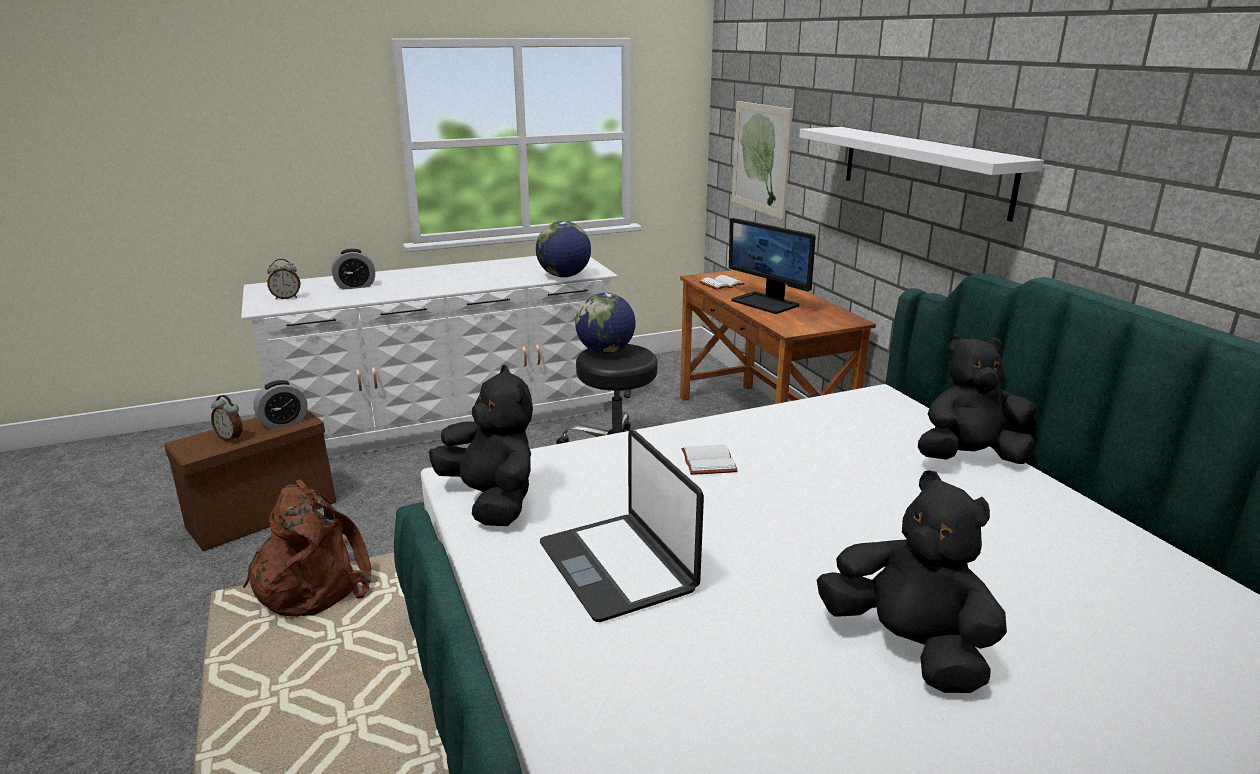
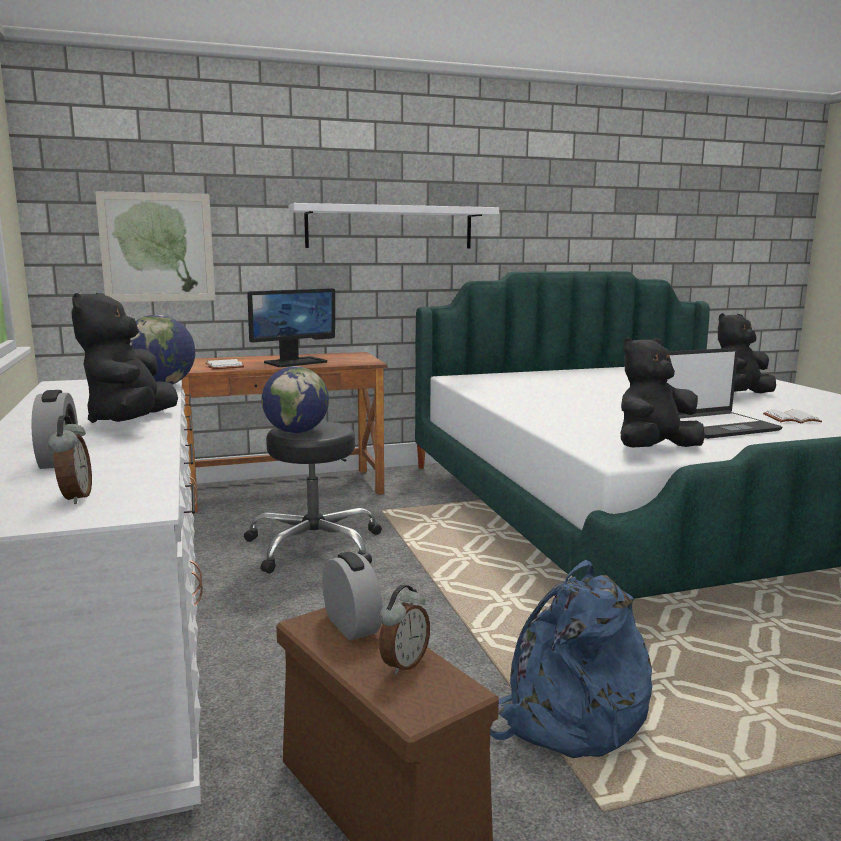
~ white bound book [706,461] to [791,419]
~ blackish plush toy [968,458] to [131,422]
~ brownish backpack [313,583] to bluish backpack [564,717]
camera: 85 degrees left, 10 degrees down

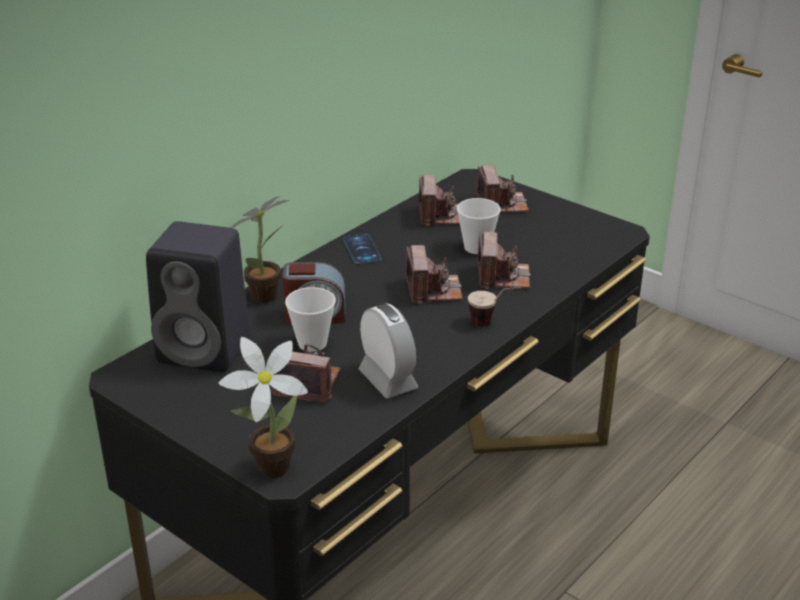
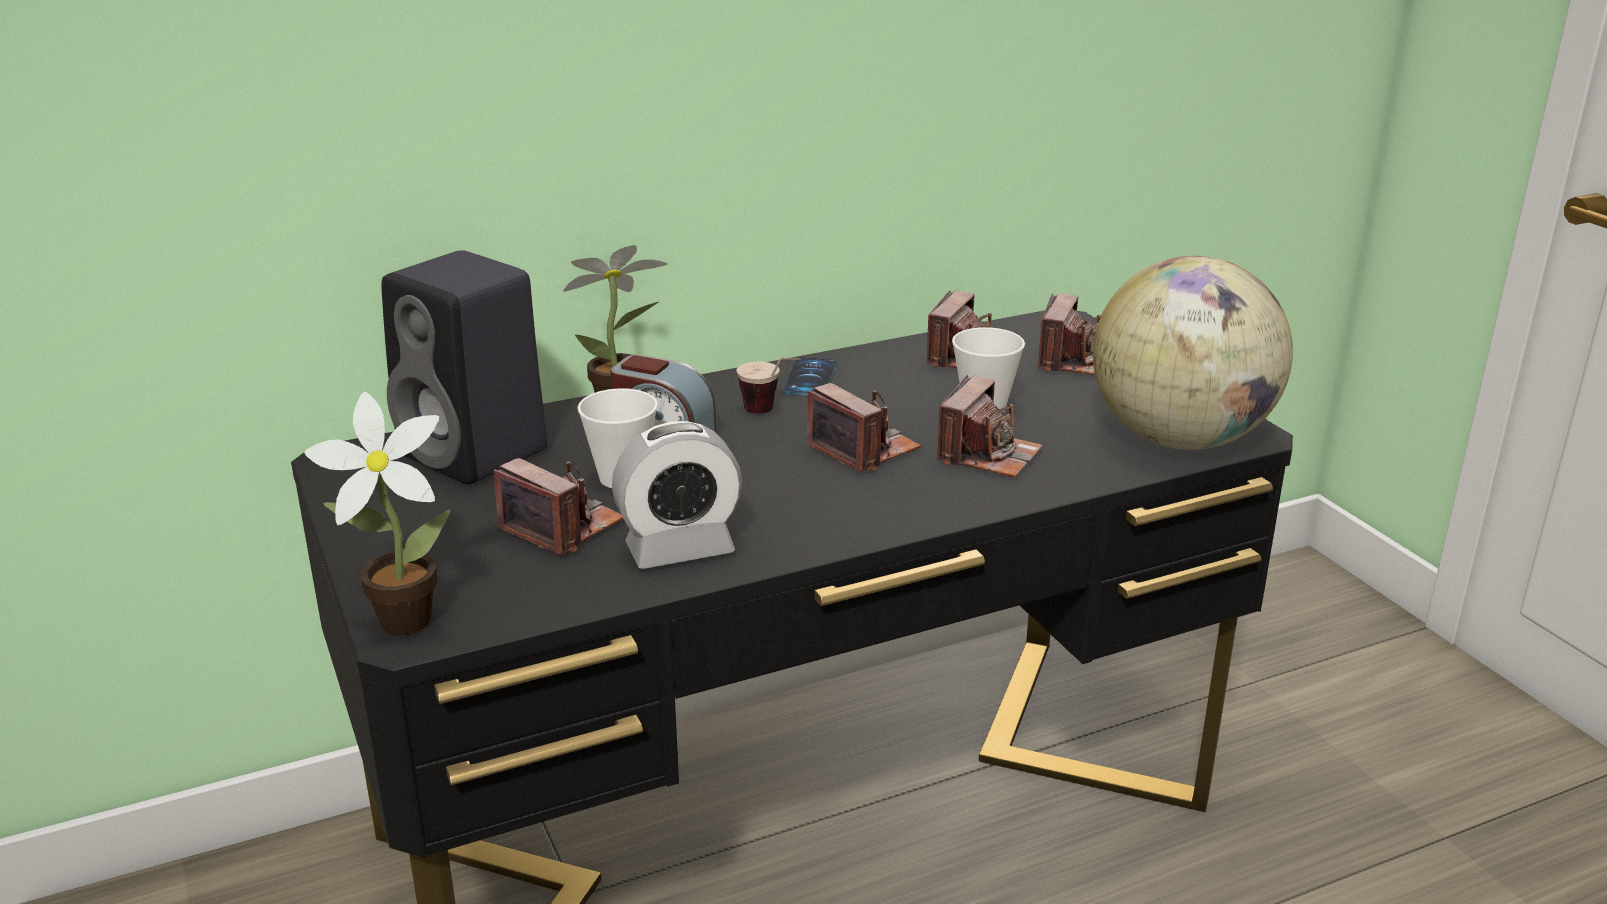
+ globe [1180,439]
~ drinking cup [492,324] to [771,413]
~ bedside clock [388,380] = [680,549] 75 degrees clockwise
~ photo camera [433,290] = [863,449] 60 degrees counterclockwise
camera: 25 degrees right, 5 degrees down

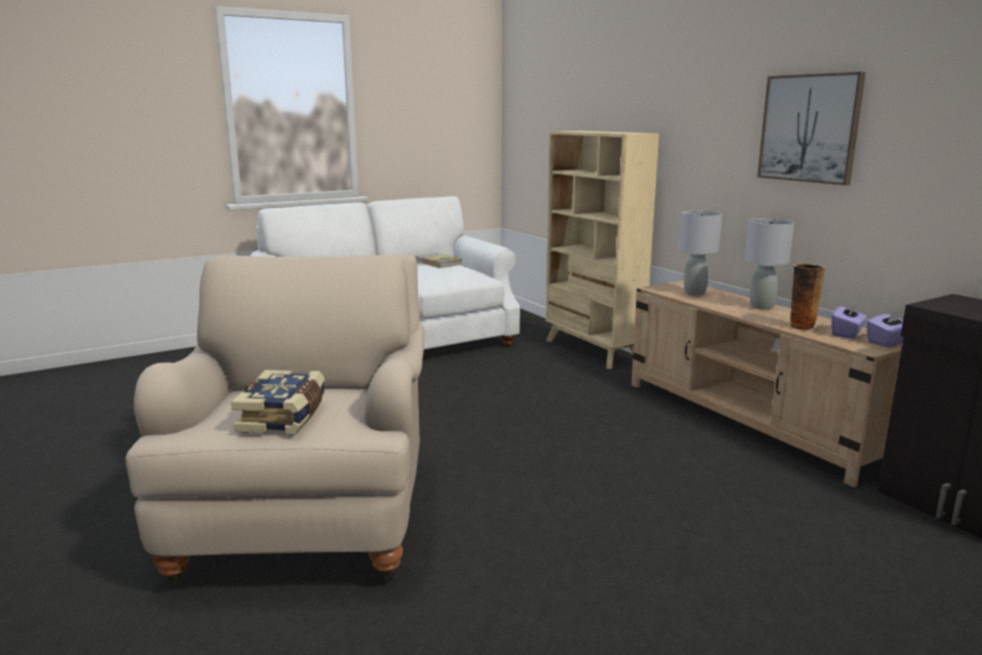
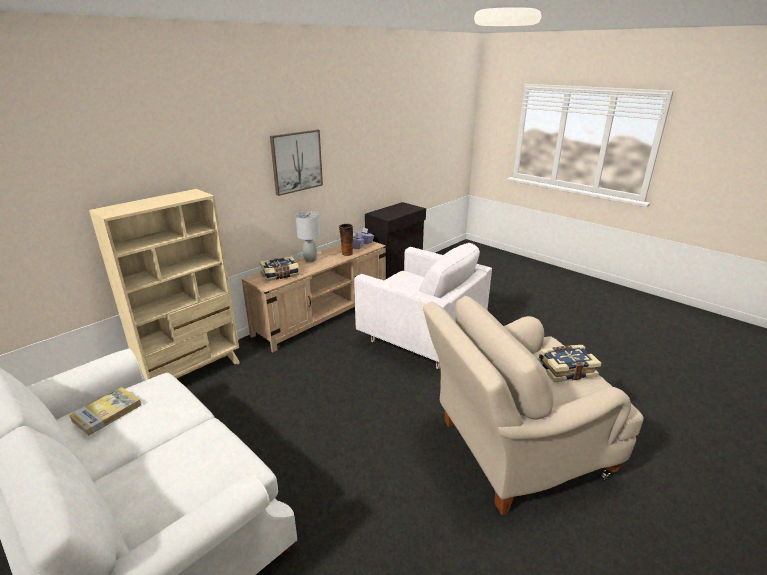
+ white lounge chair [420,339]
~ greyish table lamp [695,293] to bound book [280,275]
camera: 105 degrees left, 10 degrees up

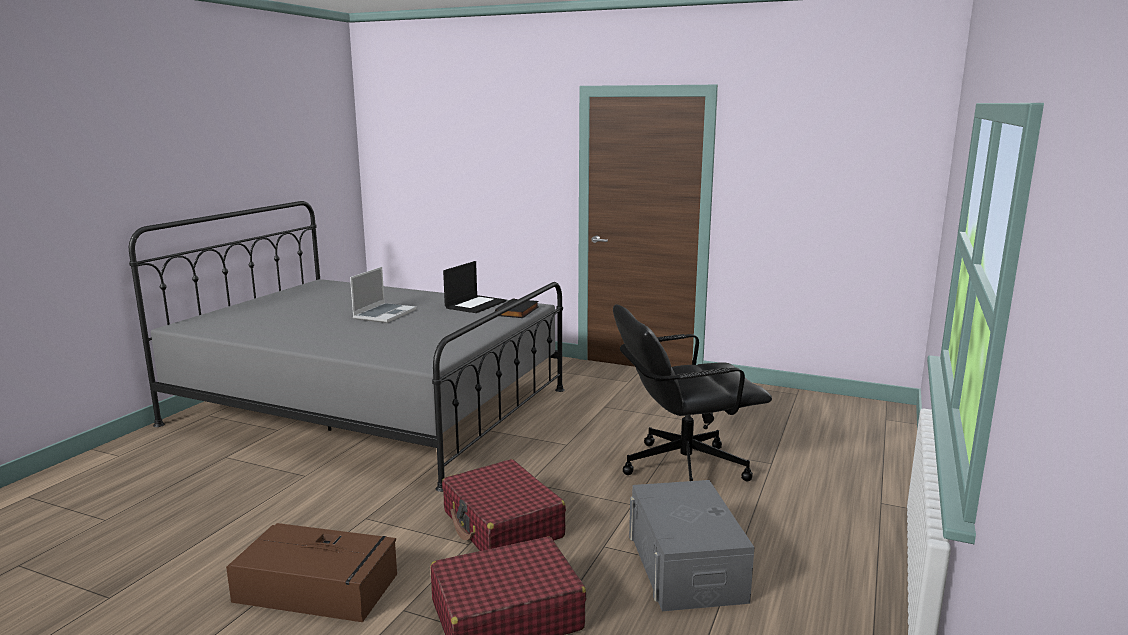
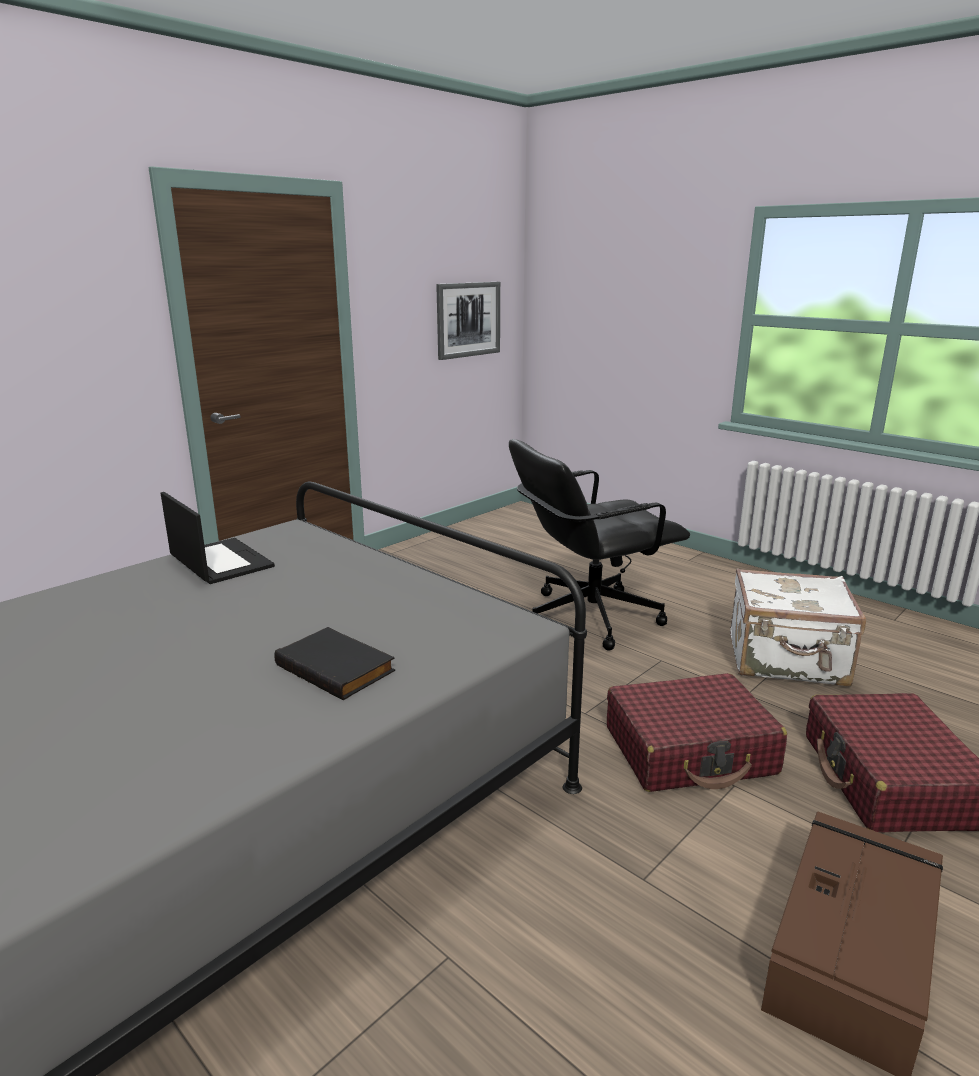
- notebook computer [384,314]
+ wall art [468,319]
~ blackish bound book [518,311] to [337,667]
~ greyish storage box [686,566] to white travel case [787,660]
~ blackish office chair [683,467] = [590,617] 60 degrees clockwise
camera: 70 degrees left, 5 degrees up

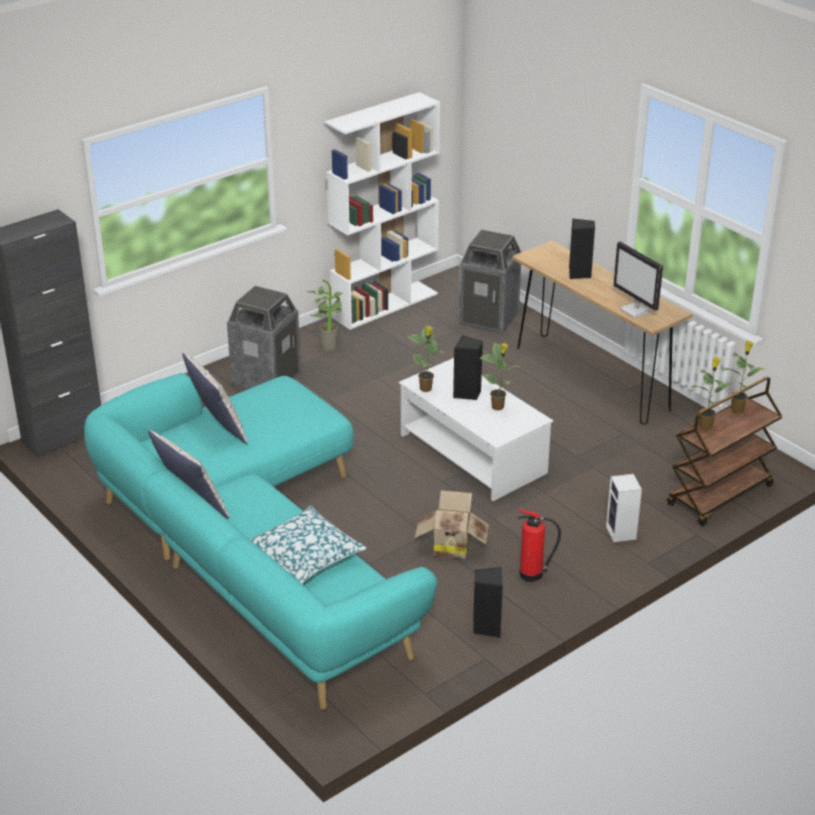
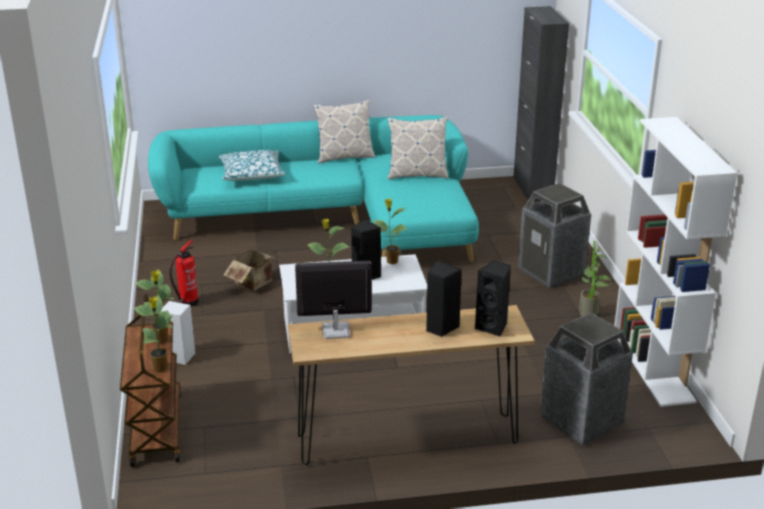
~ blackish audio speaker [486,627] to [493,327]
camera: 120 degrees right, 5 degrees down

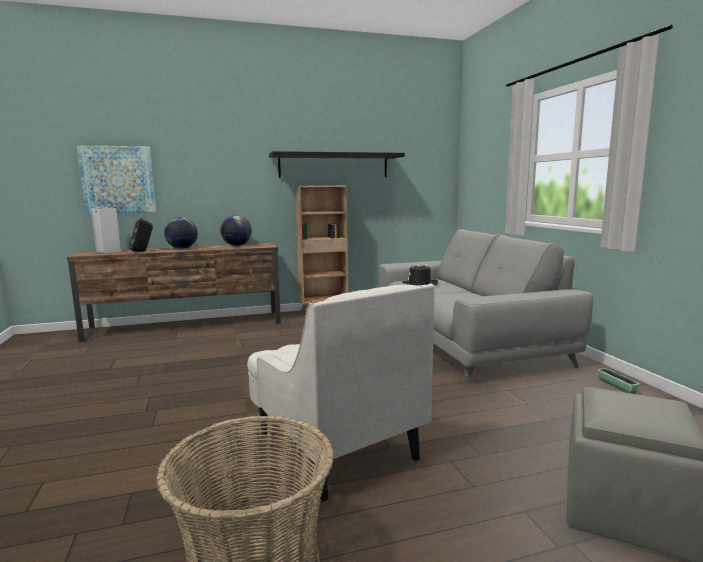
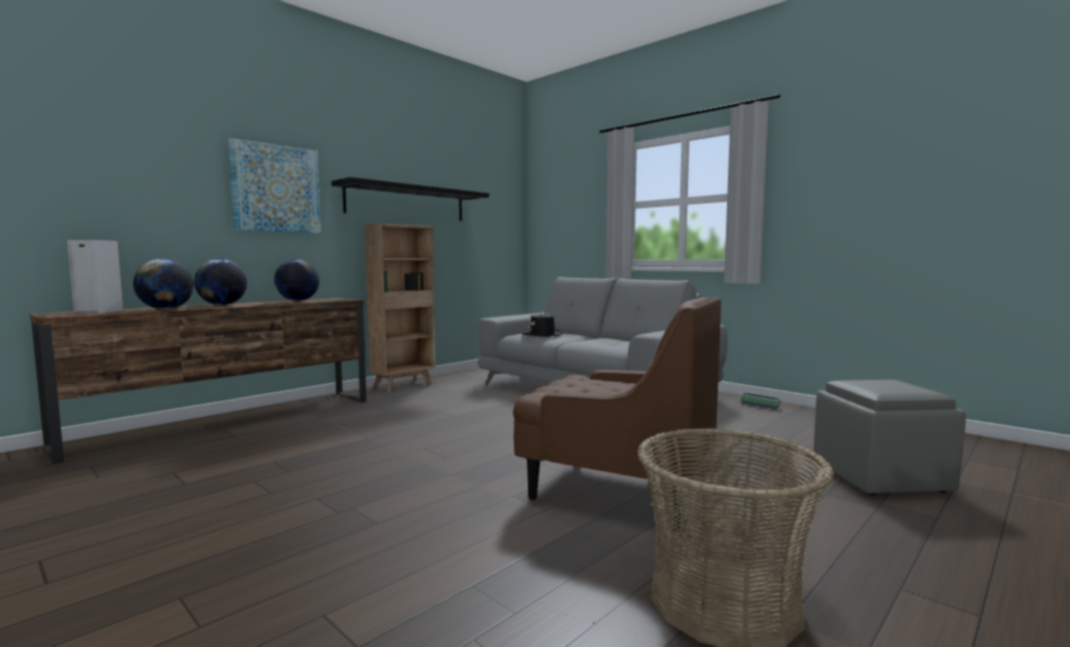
~ wall art [118,179] to [276,188]
~ blackish audio speaker [142,251] to globe [166,309]
~ white lounge chair [335,445] to brownish lounge chair [617,490]
camera: 30 degrees left, 5 degrees down

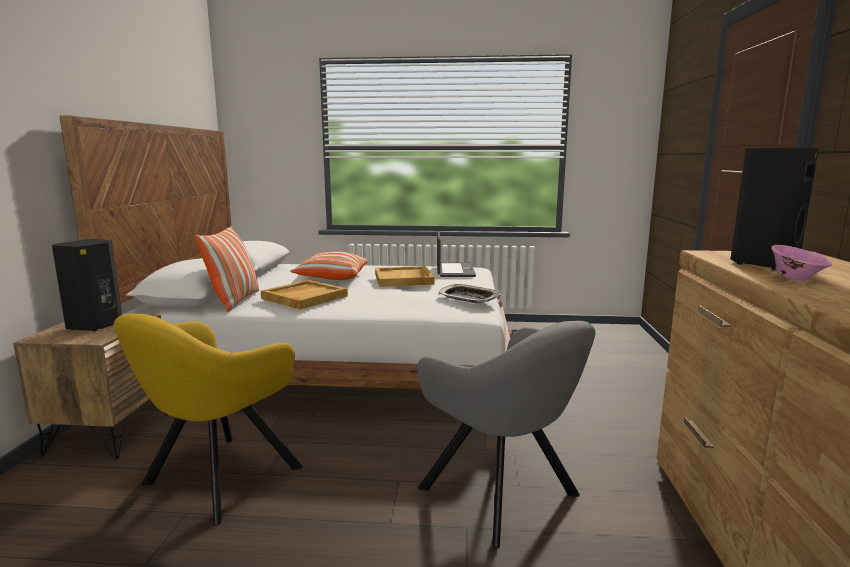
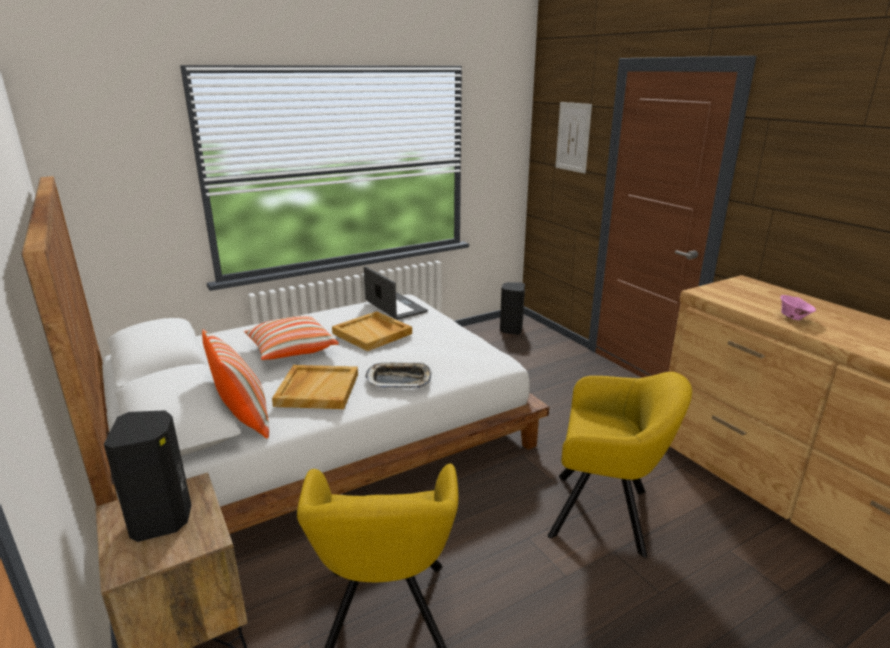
+ wall art [573,137]
~ tray [469,298] to [399,380]
~ blackish audio speaker [762,264] to [511,330]
~ greyish lounge chair [504,496] to yellow lounge chair [607,514]
camera: 35 degrees left, 10 degrees up

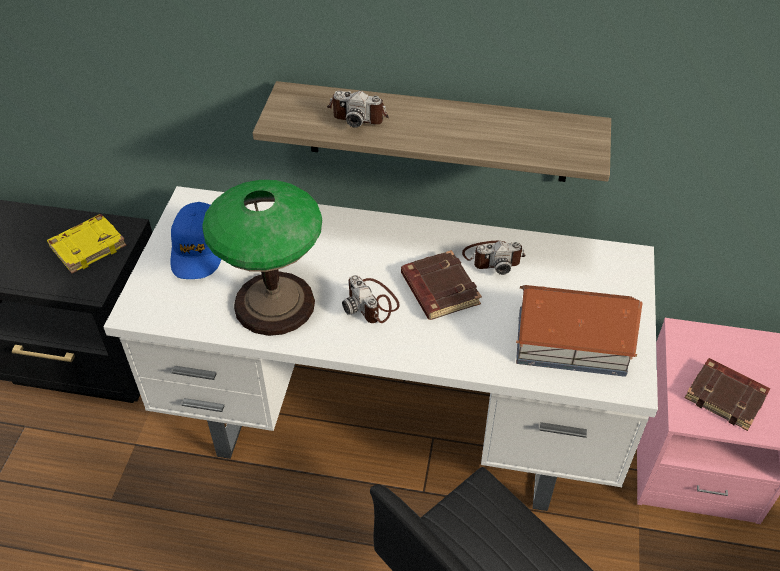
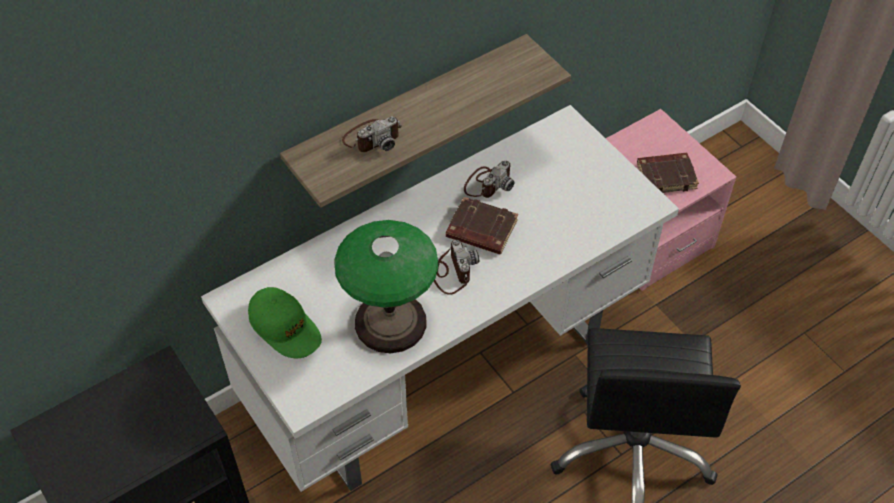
- yellow bound book [88,246]
- toy house [572,343]
~ bluish baseball cap [198,249] to greenish baseball cap [285,328]
~ photo camera [372,303] = [451,272] 120 degrees counterclockwise
camera: 45 degrees left, 5 degrees up

